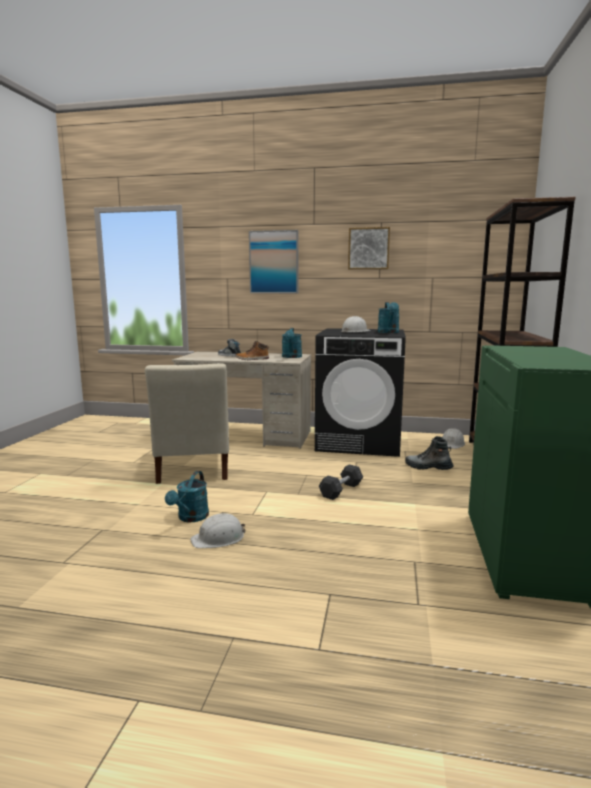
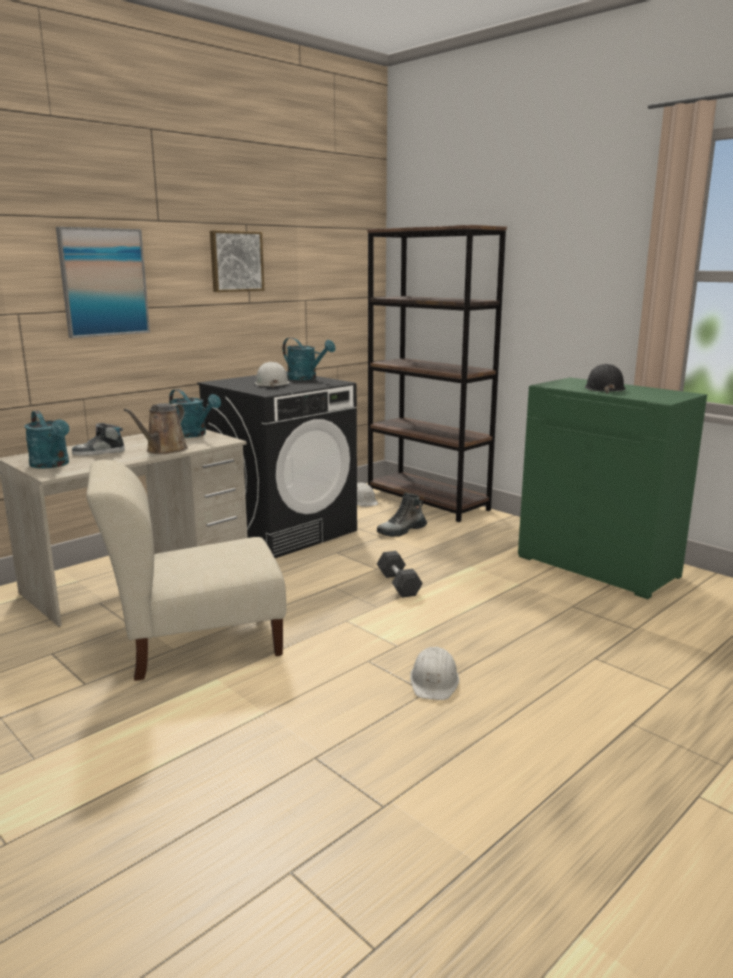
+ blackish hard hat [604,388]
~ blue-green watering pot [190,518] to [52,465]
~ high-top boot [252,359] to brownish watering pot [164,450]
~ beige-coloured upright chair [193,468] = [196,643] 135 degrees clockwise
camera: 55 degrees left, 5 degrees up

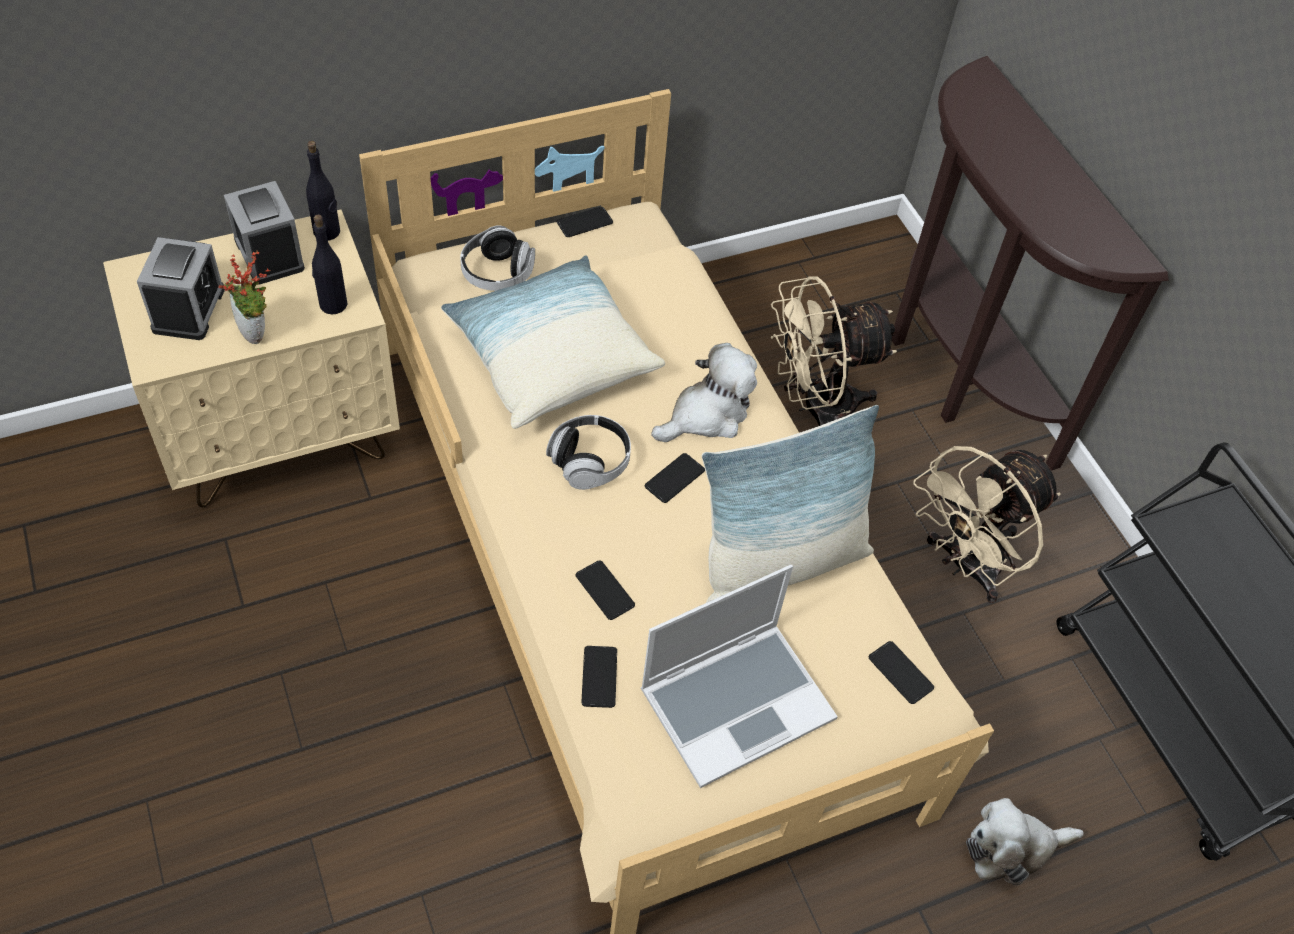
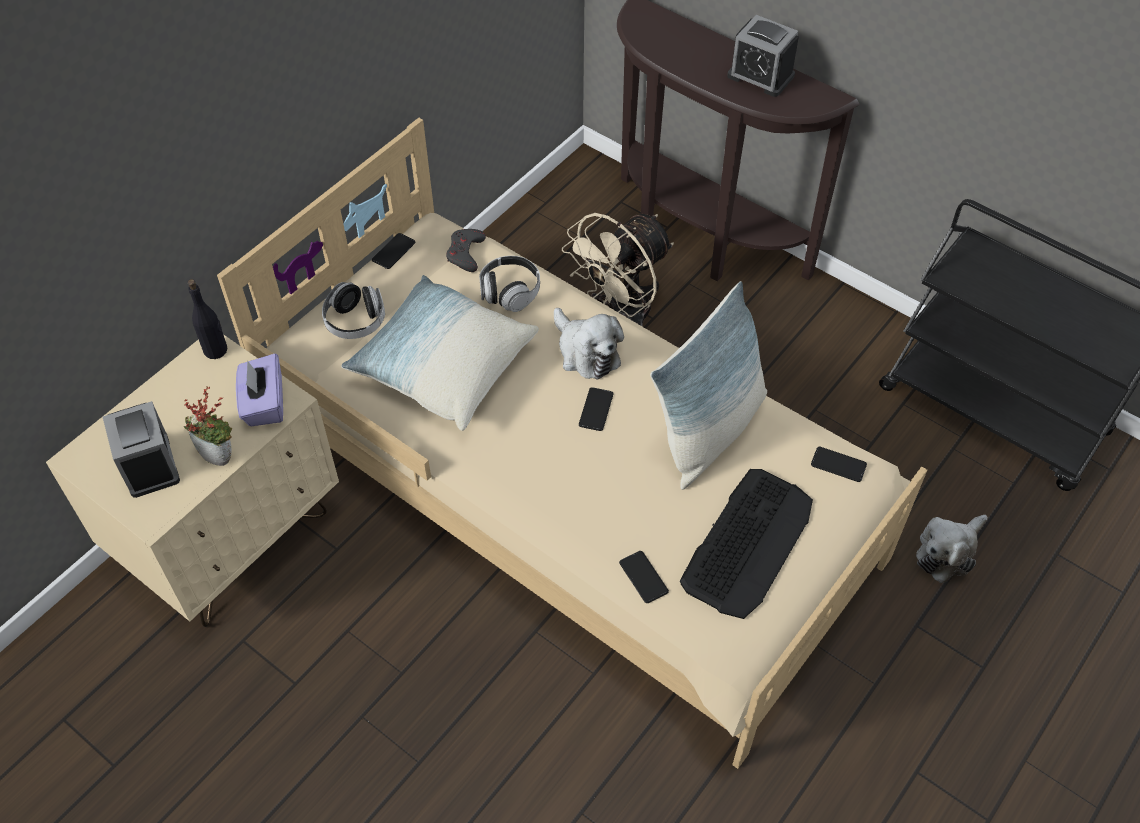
- telephone [605,590]
- beige-coloured cooling fan [965,566]
+ greyish gamepad [465,253]
~ bedside clock [269,254] to [760,76]
~ headset [589,462] to [510,292]
~ blackish bottle [333,304] to purplish tissue holder [264,404]
~ notebook computer [737,702] to computer keyboard [748,542]
~ plush toy [707,415] = [586,352] 120 degrees clockwise
camera: 25 degrees left, 0 degrees up

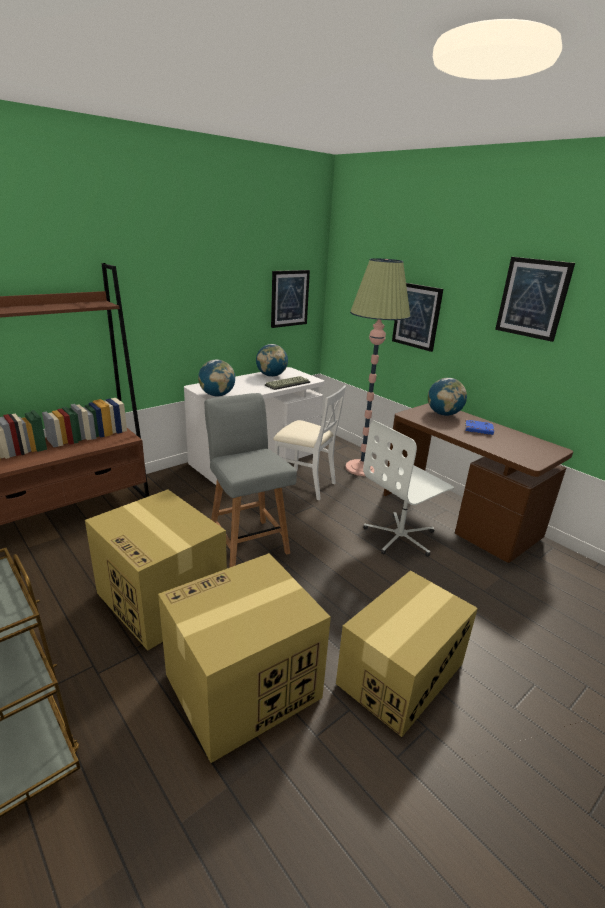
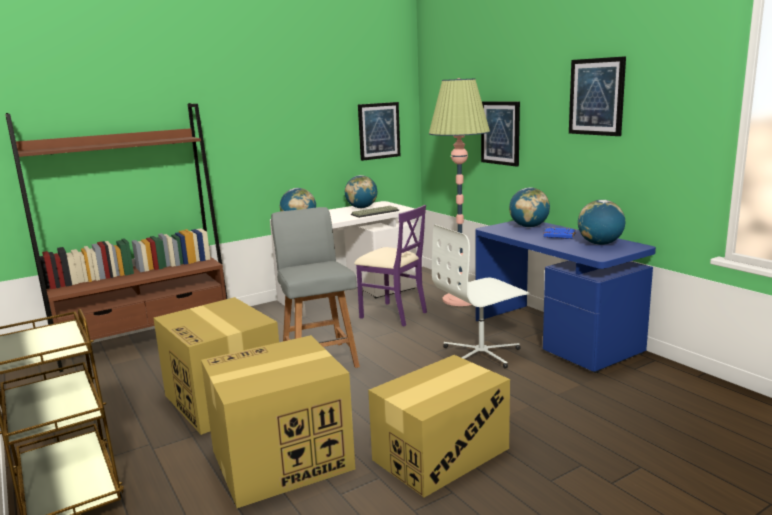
+ globe [600,244]
~ white upright chair [304,484] to purplish upright chair [393,314]
~ brownish desk table [459,516] to bluish desk table [555,336]
camera: 10 degrees right, 10 degrees down

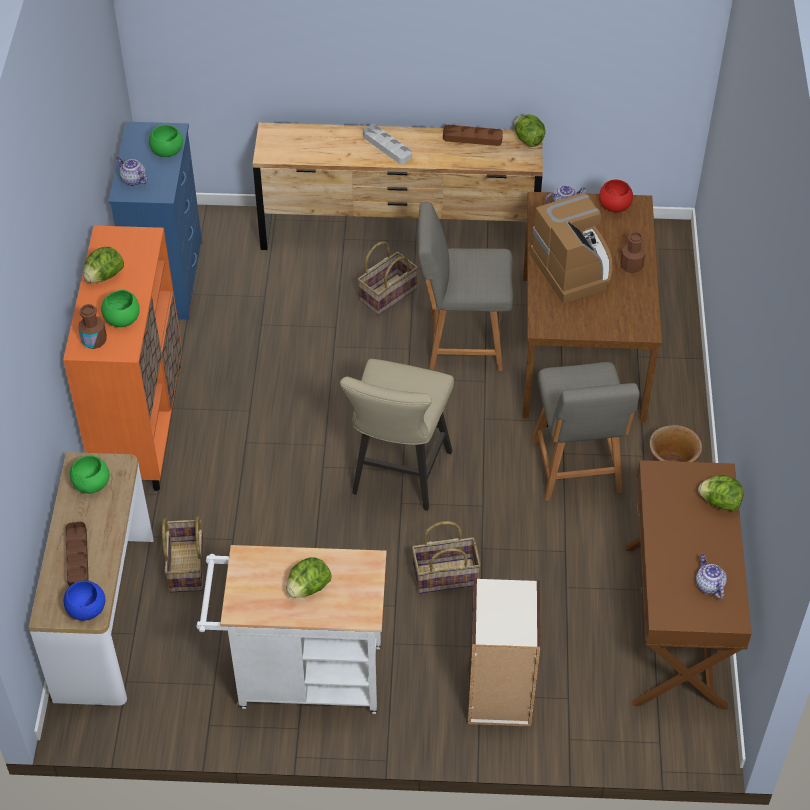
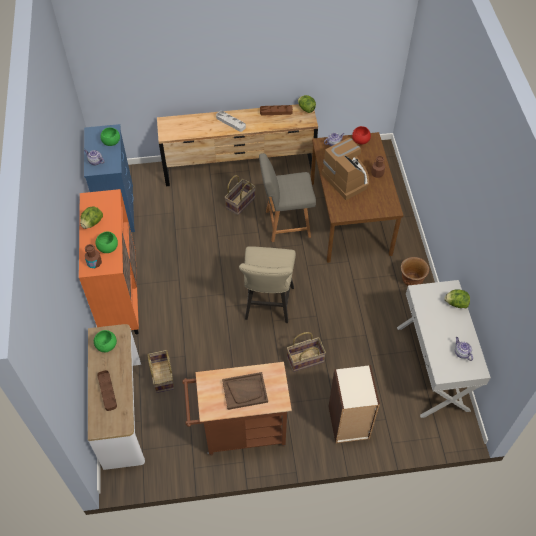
- bluish serving bowl [86,610]
- greyish upright chair [577,469]
~ lettuce head [308,588] to brownish tray [245,391]
~ white cart [301,677] to brownish cart [239,431]
~ brownish narrow table [675,625] to white narrow table [433,368]
camera: 10 degrees left, 5 degrees up

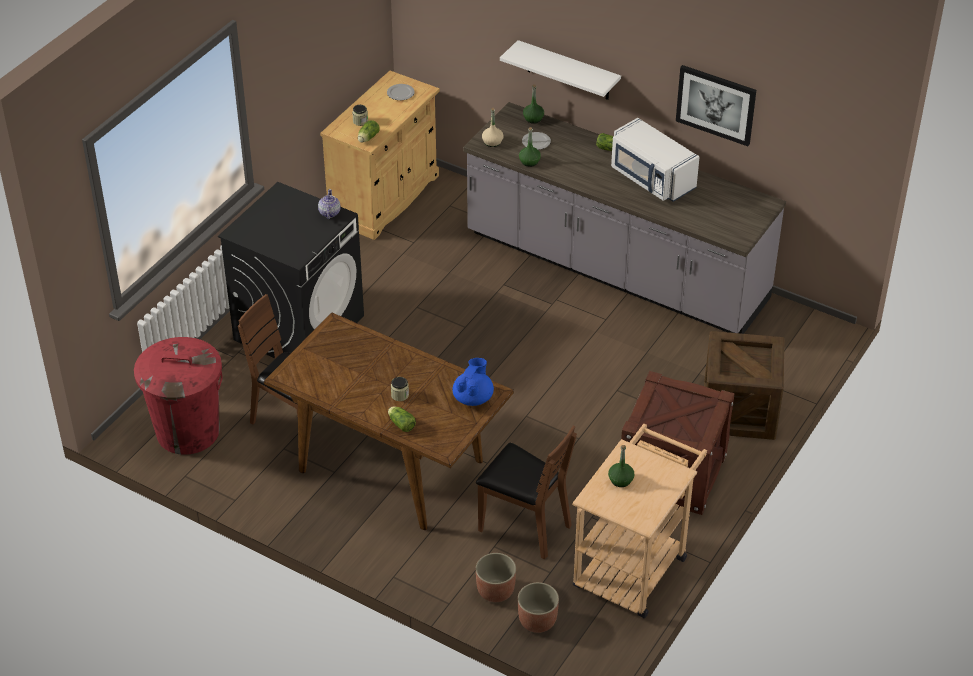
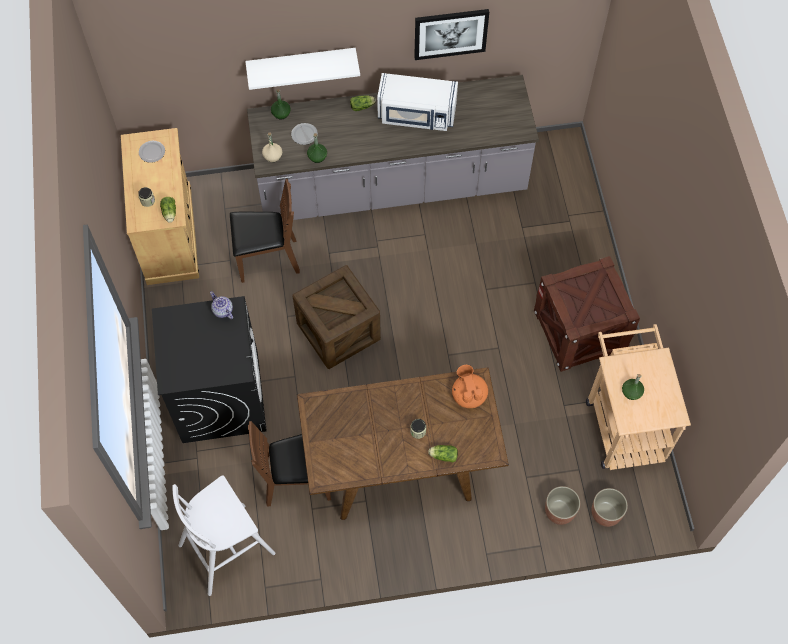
~ brownish upright chair [524,526] to [267,259]
~ packing crate [739,411] to [338,331]
~ red-coloured trash can [187,431] to white sitting stool [228,548]
~ bluish tea pot [473,397] to orange tea pot [469,395]
camera: 40 degrees left, 20 degrees up

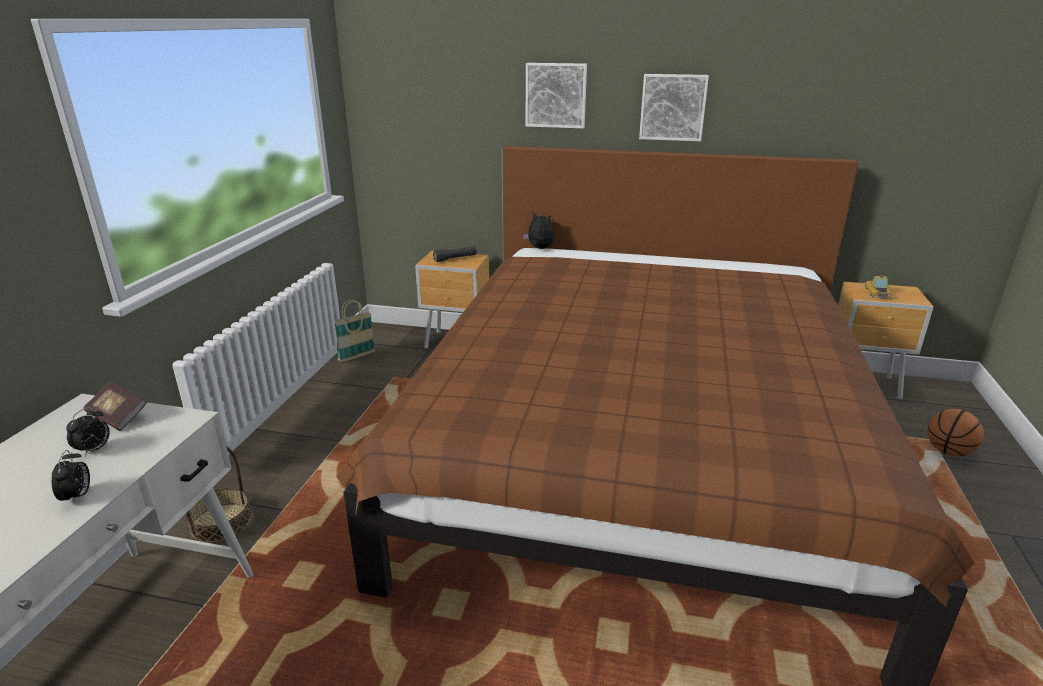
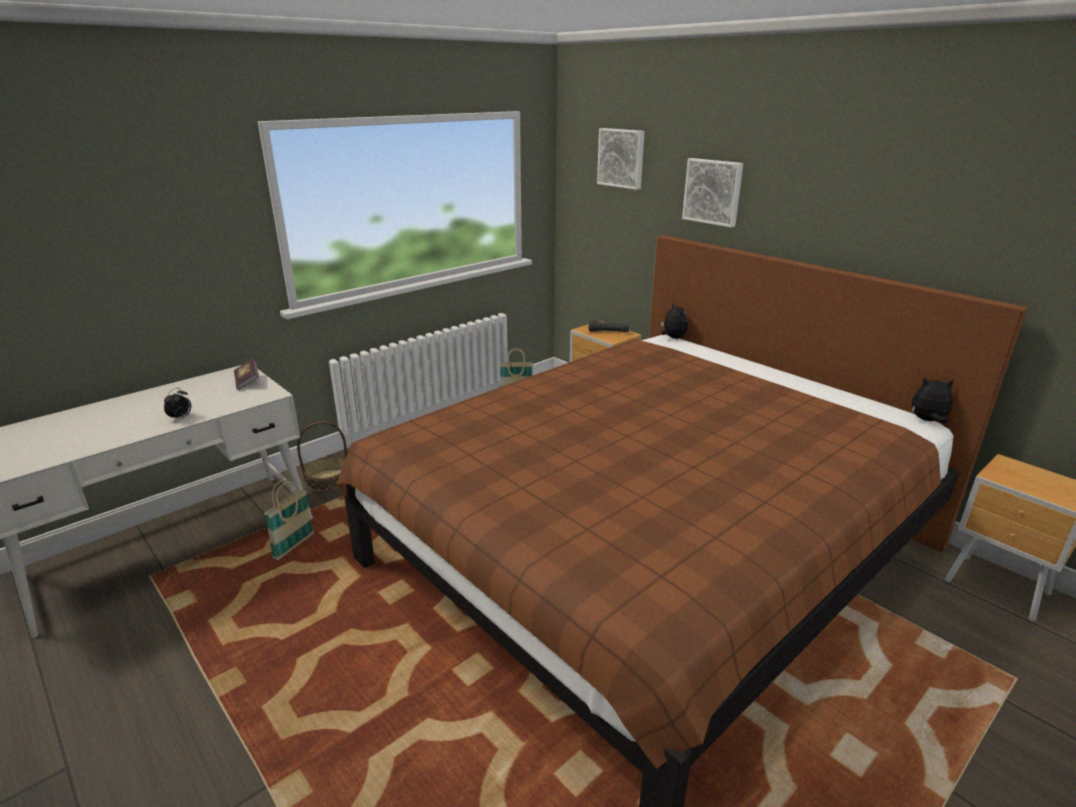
- bedside clock [94,450]
- toy car [877,292]
- ball for basketball [948,451]
+ basket [294,547]
+ plush toy [927,420]
~ wall art [673,107] to [622,158]
camera: 35 degrees right, 0 degrees up

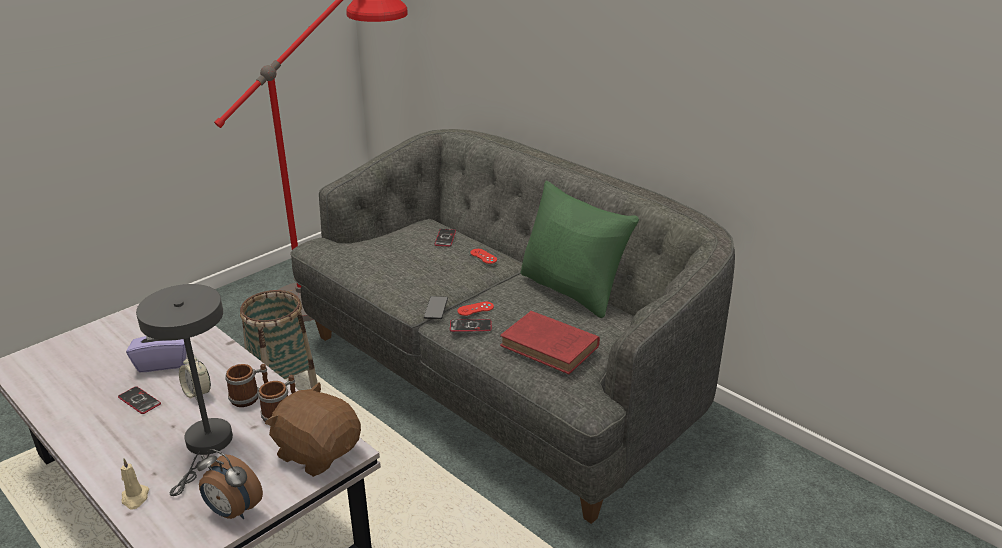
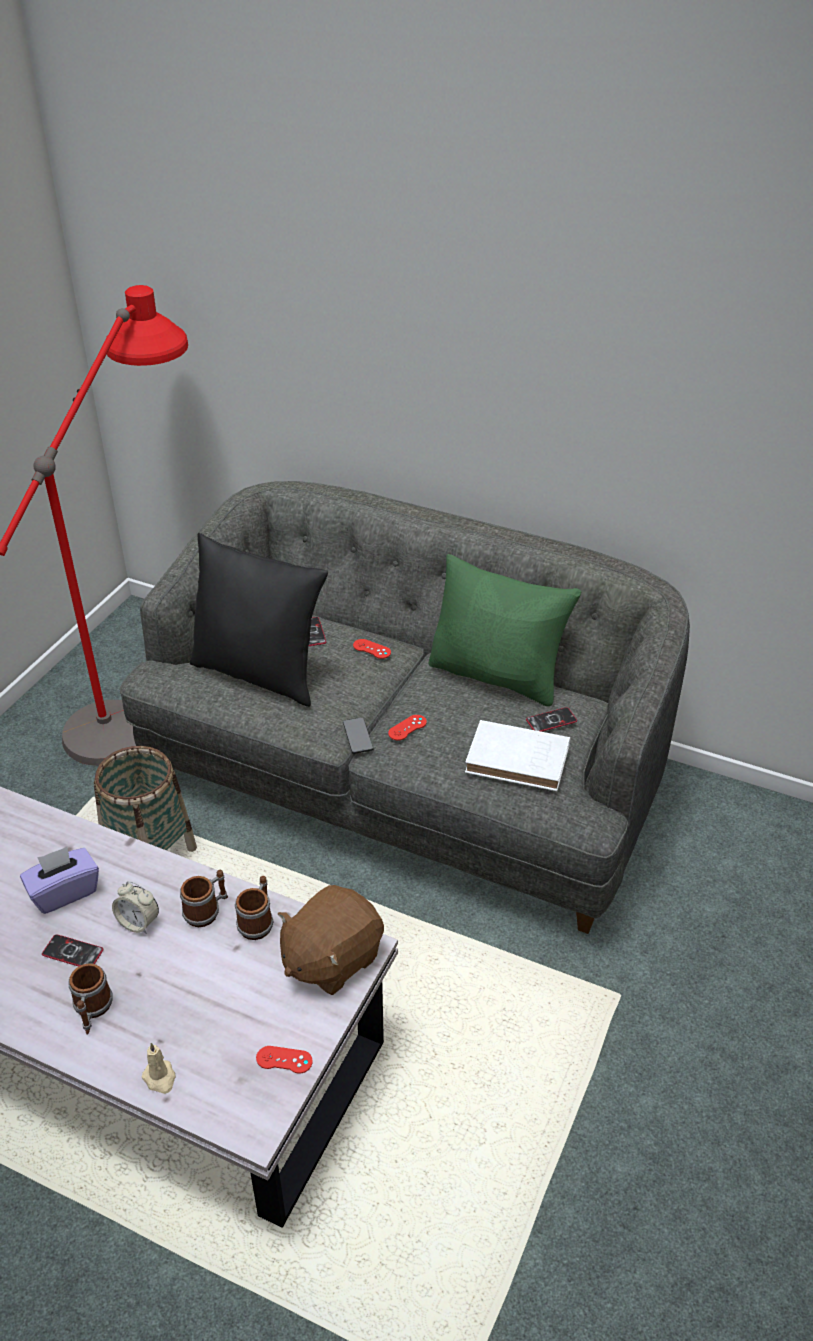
- greyish table lamp [207,445]
+ coffee mug [92,1011]
+ blackish throw pillow [259,673]
~ telephone [470,326] to [551,721]
~ bedside clock [232,512] to red-coloured gamepad [284,1060]
~ red-coloured bound book [551,347] to white bound book [520,760]
~ brownish plush toy [318,452] = [331,958] 60 degrees counterclockwise
camera: 20 degrees left, 10 degrees up

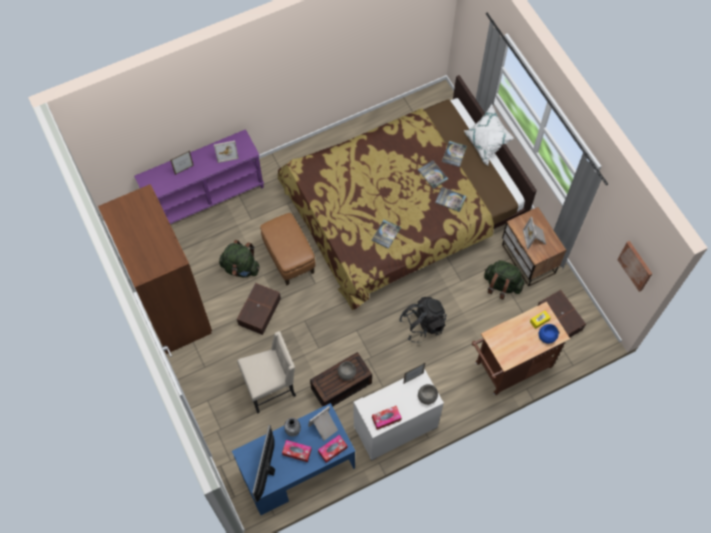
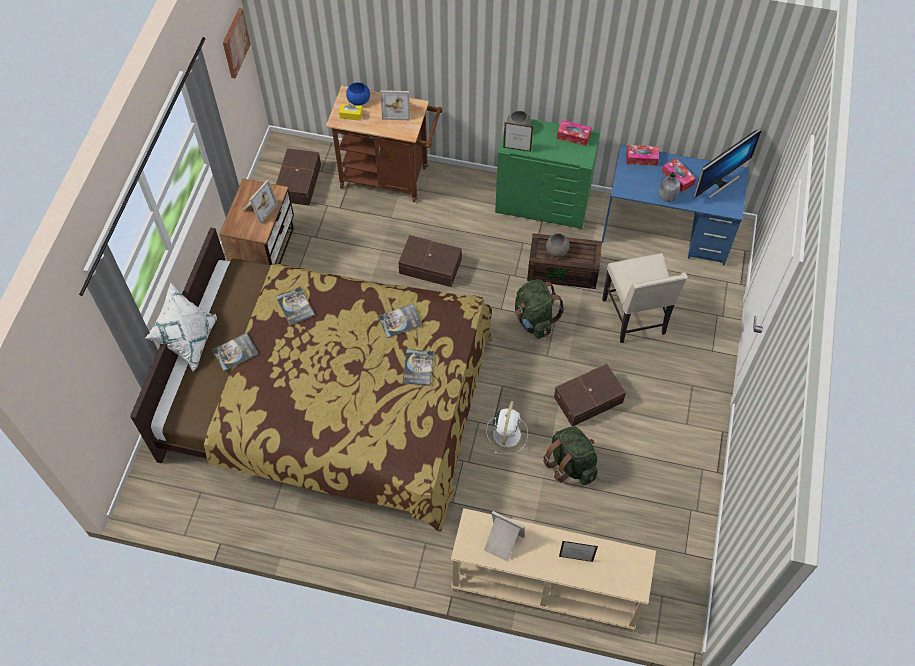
- brownish armoire [173,306]
~ picture frame [324,427] to [396,109]
~ bound book [433,174] to [418,368]
~ greenish backpack [501,285] to [534,319]
~ brownish footrest [289,259] to white cooling fan [507,433]
~ blackish backpack [422,324] to brownish storage box [430,267]
~ purplish narrow table [206,197] to beige-coloured narrow table [545,589]
~ white drawer chest [395,427] to greenish drawer chest [543,203]
~ beige-coloured upright chair [271,387] = [635,317] 120 degrees counterclockwise
camera: 140 degrees left, 5 degrees down

